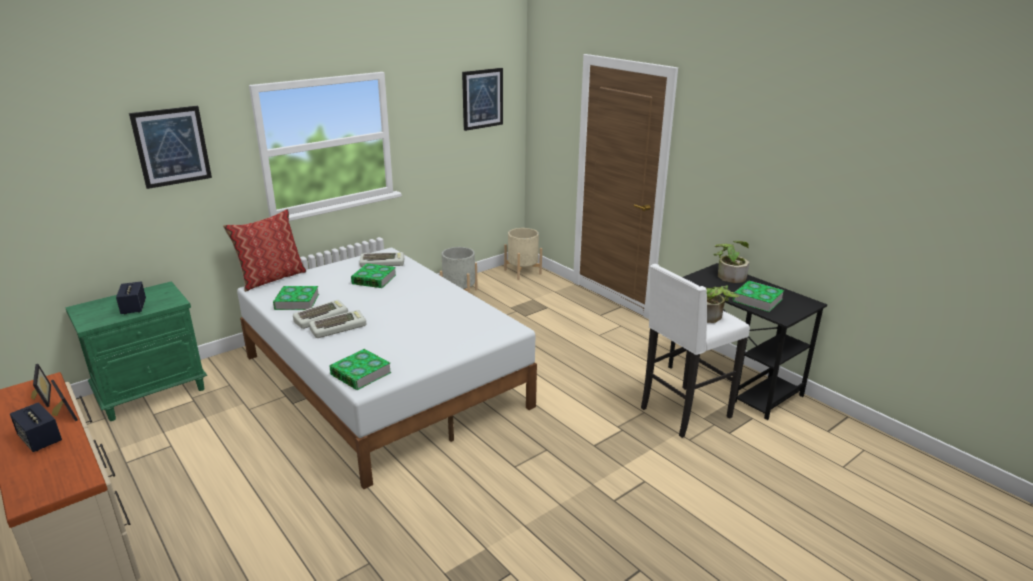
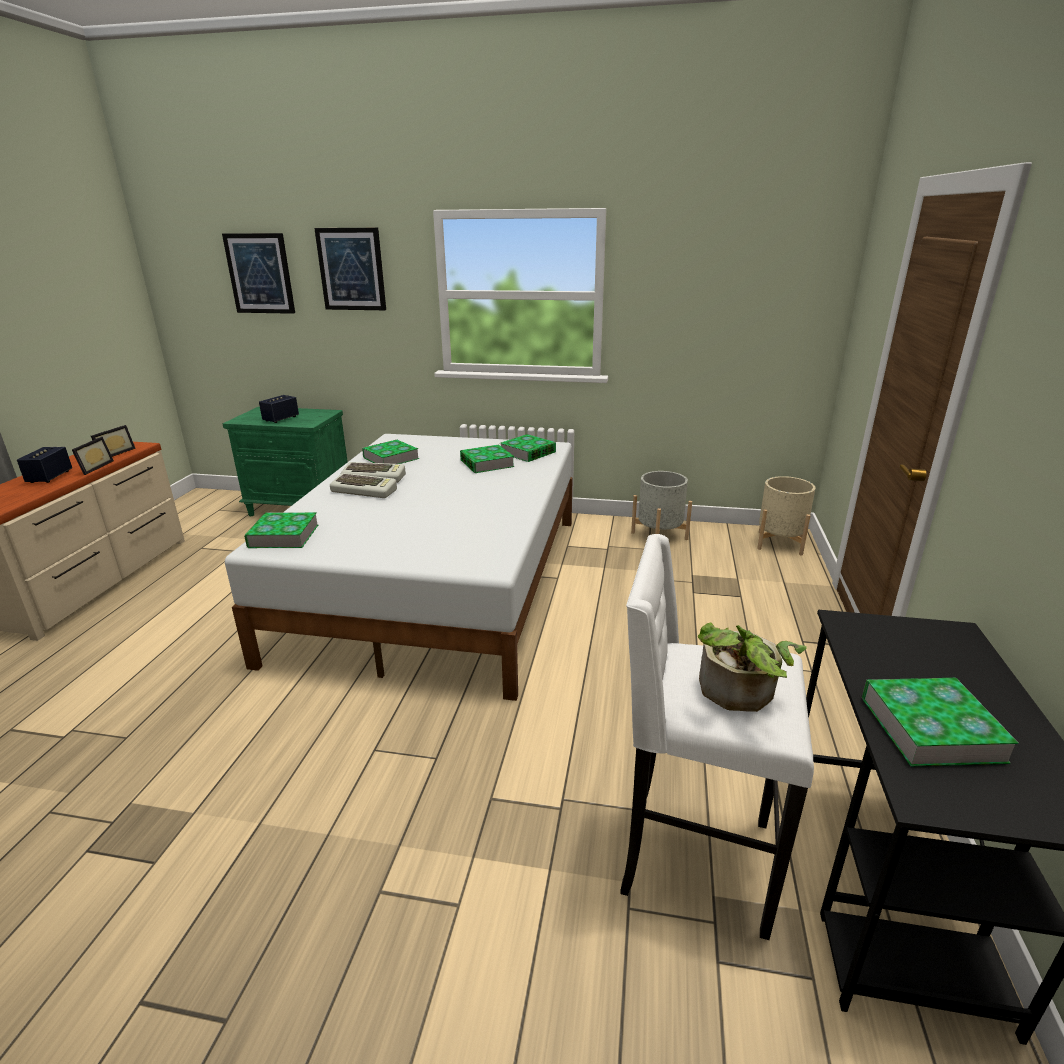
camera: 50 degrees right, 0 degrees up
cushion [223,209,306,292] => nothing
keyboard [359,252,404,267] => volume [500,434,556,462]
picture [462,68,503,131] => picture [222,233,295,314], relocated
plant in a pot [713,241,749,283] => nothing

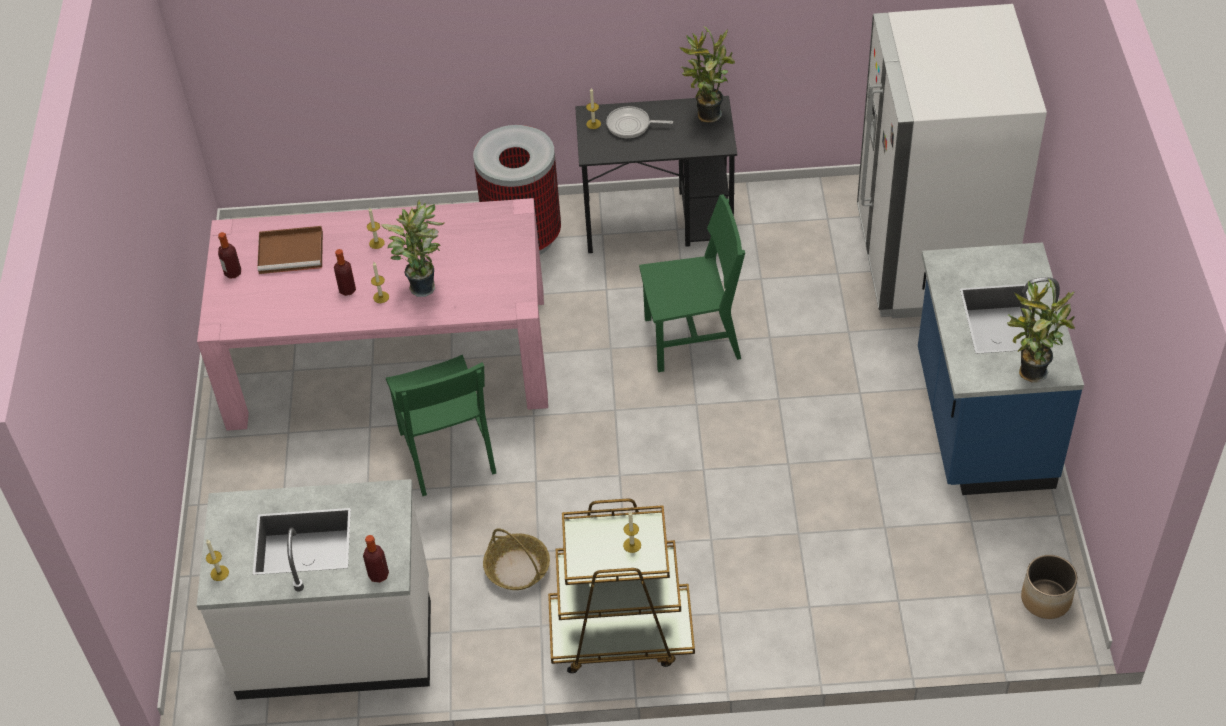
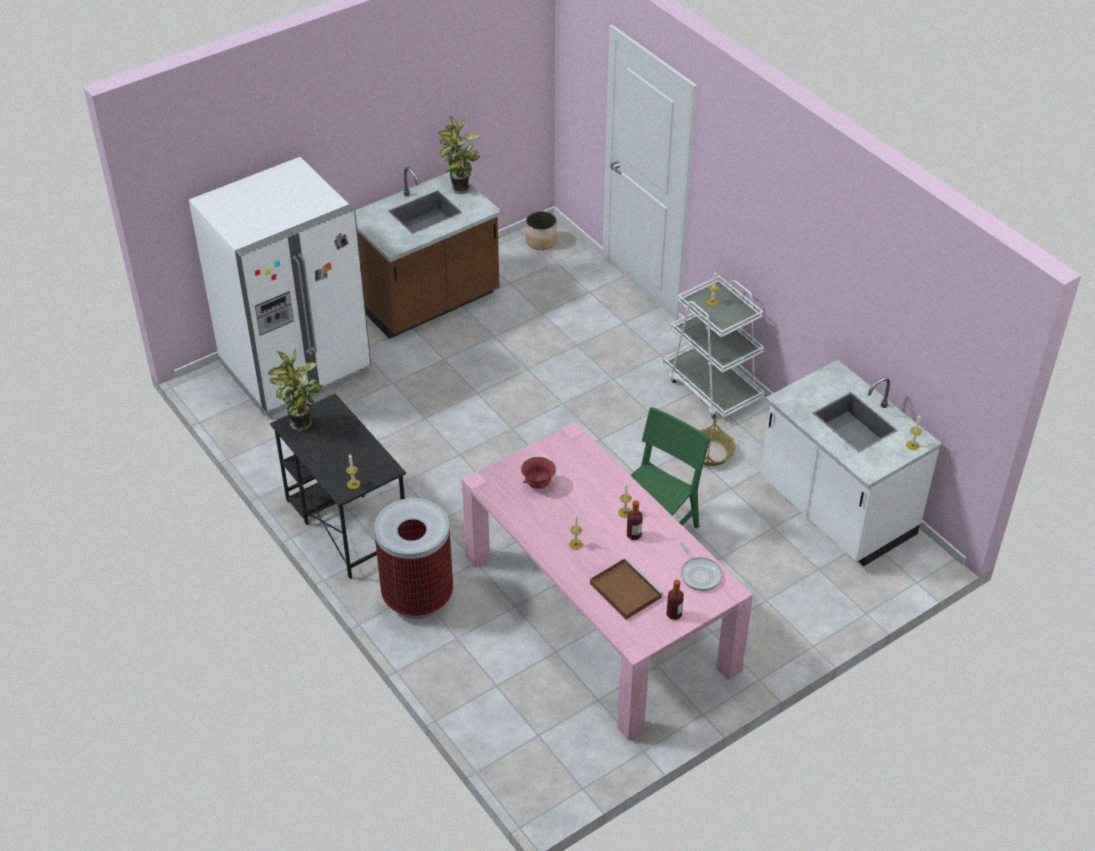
camera: 125 degrees left, 5 degrees down
beverage bottle [363,535,389,583] => nothing
plant in a pot [381,200,445,297] => nothing
trolley (brown) [548,499,695,673] => trolley (whitish) [663,276,765,419]
frying pan [606,106,673,138] => frying pan [680,542,722,591], relocated
chair (green) [639,194,745,372] => nothing
kitchen counter (bluish) [918,242,1084,495] => kitchen counter (brown) [355,167,501,339]
nothing => deep dish (reddish) [521,457,556,489]

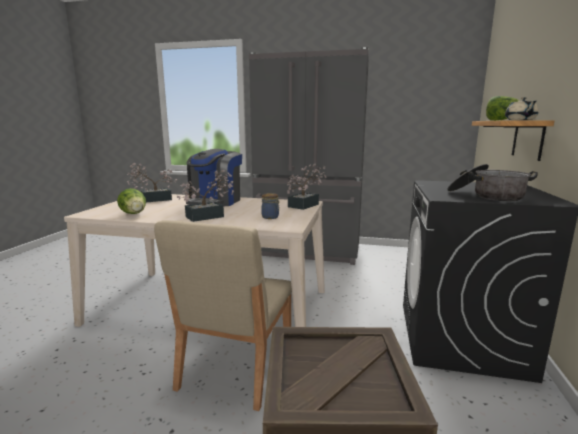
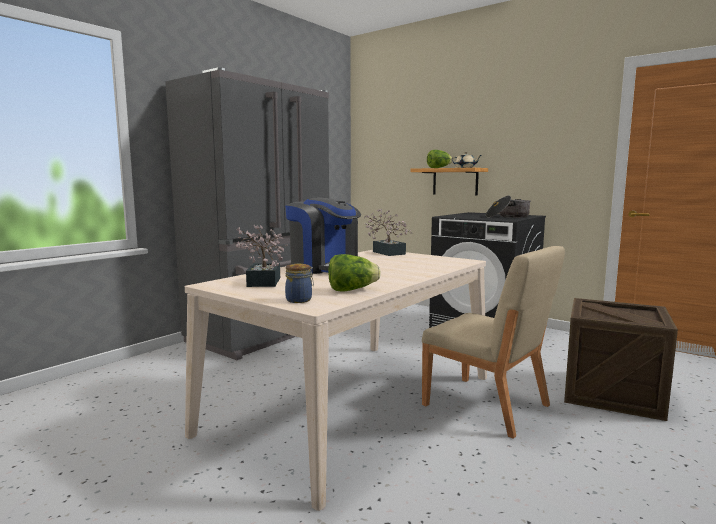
camera: 65 degrees left, 5 degrees down
plant in a pot [177,170,234,222] => nothing
storage jar [261,193,280,219] => storage jar [285,264,314,303], relocated

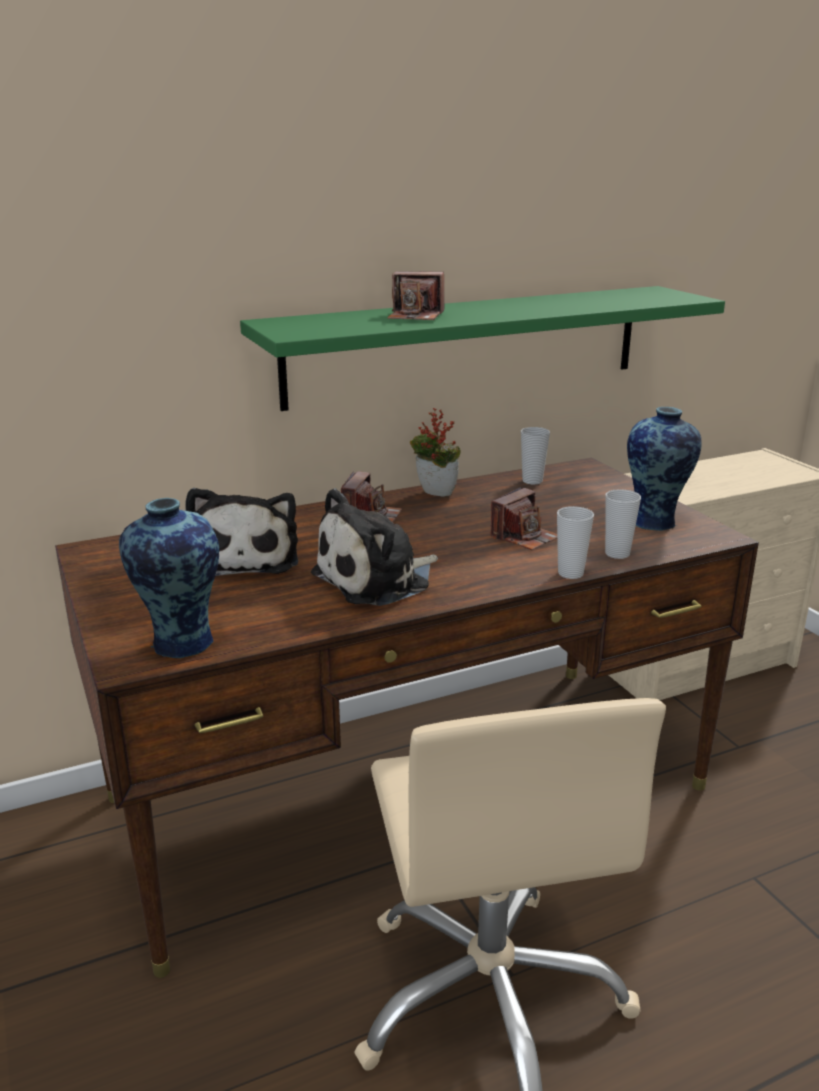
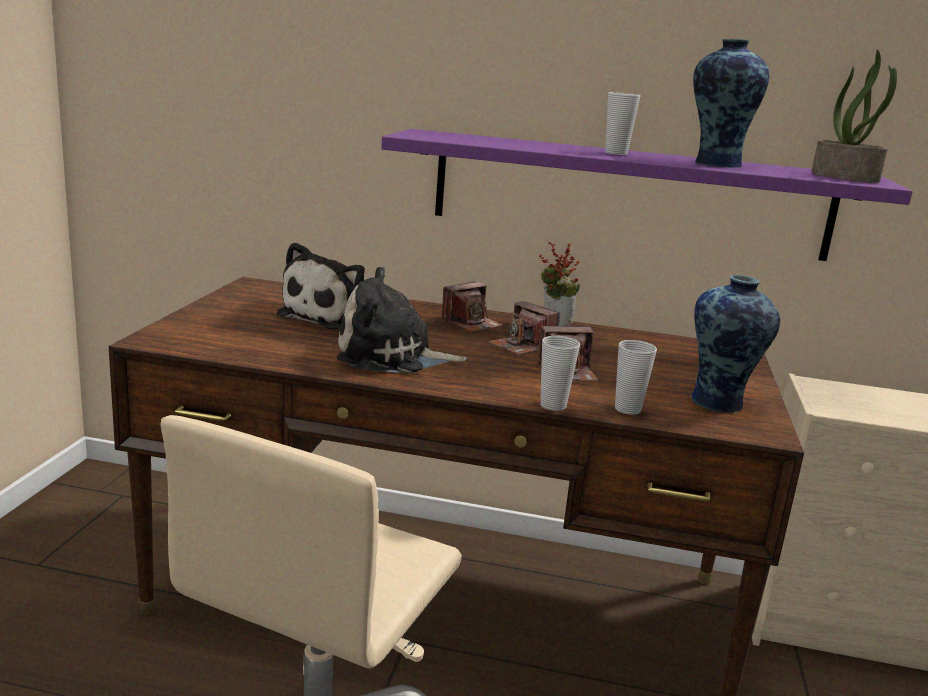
camera: 35 degrees right, 5 degrees down
flower vase [119,498,219,658] => flower vase [693,39,769,167], relocated
bracket shelf (green) [240,286,725,411] => bracket shelf (purple) [381,129,913,261]
photo camera [387,271,445,320] => photo camera [489,301,560,355], relocated
drinking cup [521,427,550,484] => drinking cup [605,92,641,155], relocated
nothing => plant in a pot [811,50,897,183]

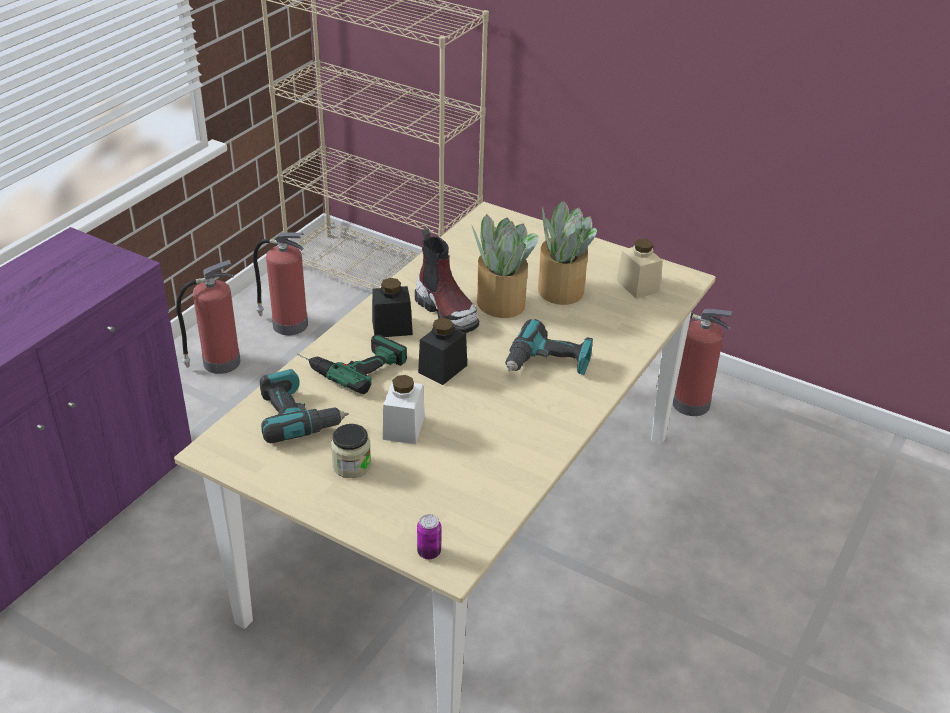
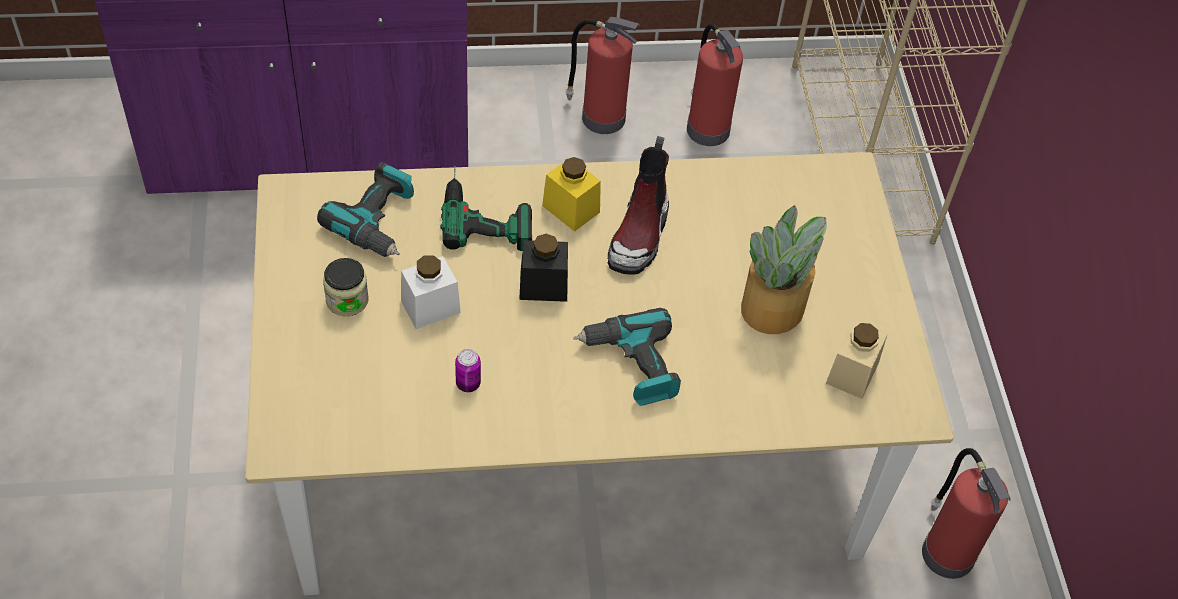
camera: 50 degrees right, 15 degrees up
storage jar (black-coloured) [372,278,413,337] => storage jar (yellow-coloured) [542,157,601,232]
metal can [417,514,441,559] => metal can [455,349,481,392], relocated
plant in a pot [472,214,539,318] => nothing

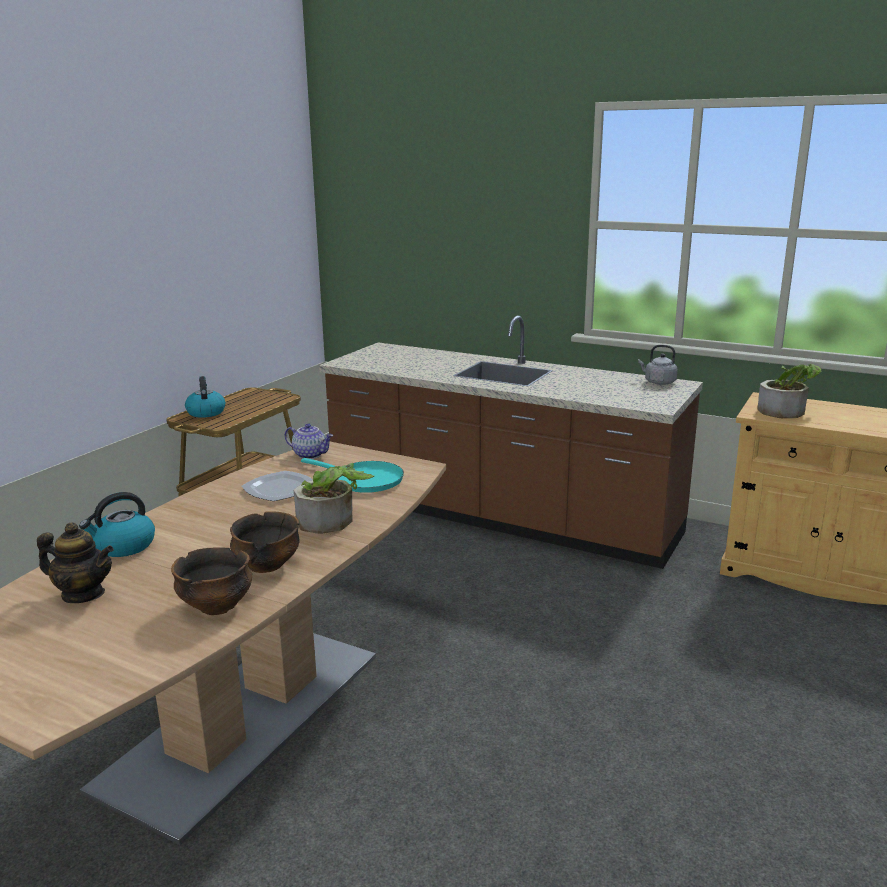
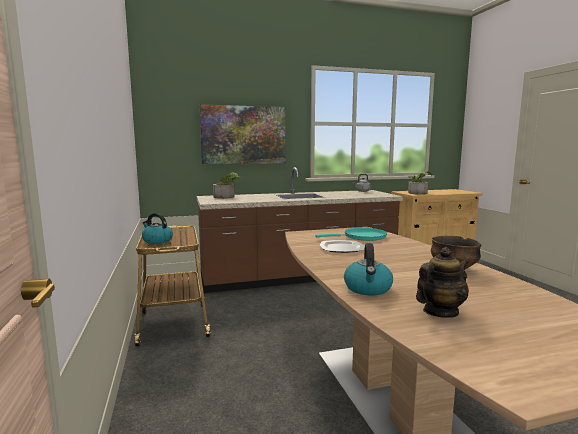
camera: 45 degrees left, 10 degrees down
deep dish [171,547,252,615] => nothing
teapot [285,423,333,459] => nothing
plant in a pot [294,463,374,534] => plant in a pot [213,172,240,199], relocated
nothing => picture [200,104,285,164]

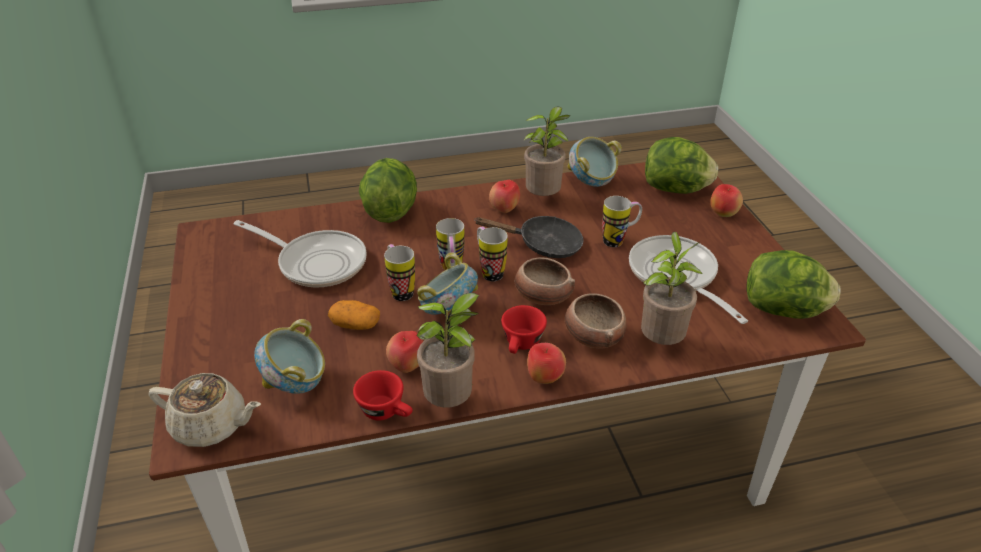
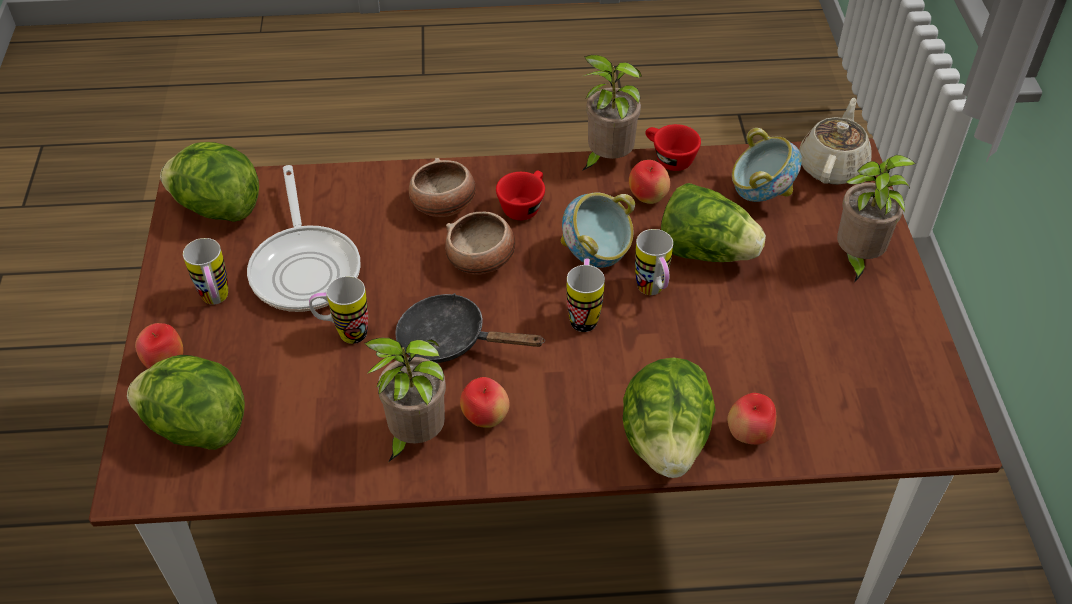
camera: 170 degrees left, 10 degrees up
teapot (beige) [149,373,261,447] => teapot (beige) [799,98,872,185], 90 degrees clockwise
frying pan [234,220,367,287] => nothing
potato [328,300,380,330] => lettuce [661,183,766,262]
mug [477,227,508,281] => mug [183,238,228,305], relocated
apple [527,343,566,384] => apple [728,393,776,445], relocated
deep dish [568,137,622,187] => nothing
plant in a pot [641,232,703,345] => plant in a pot [837,155,915,283], relocated

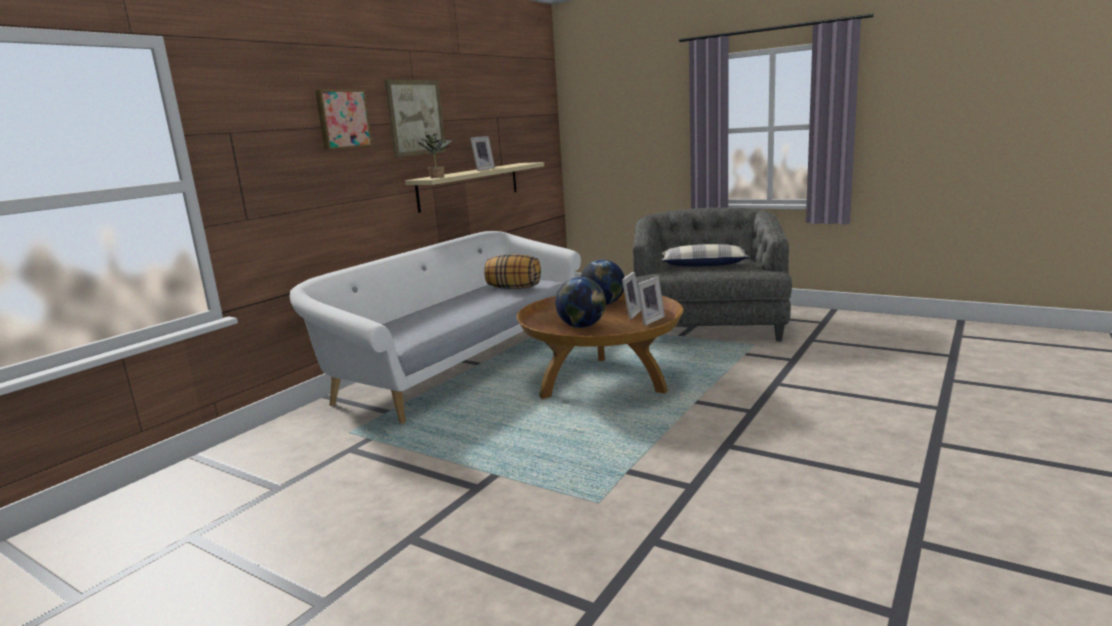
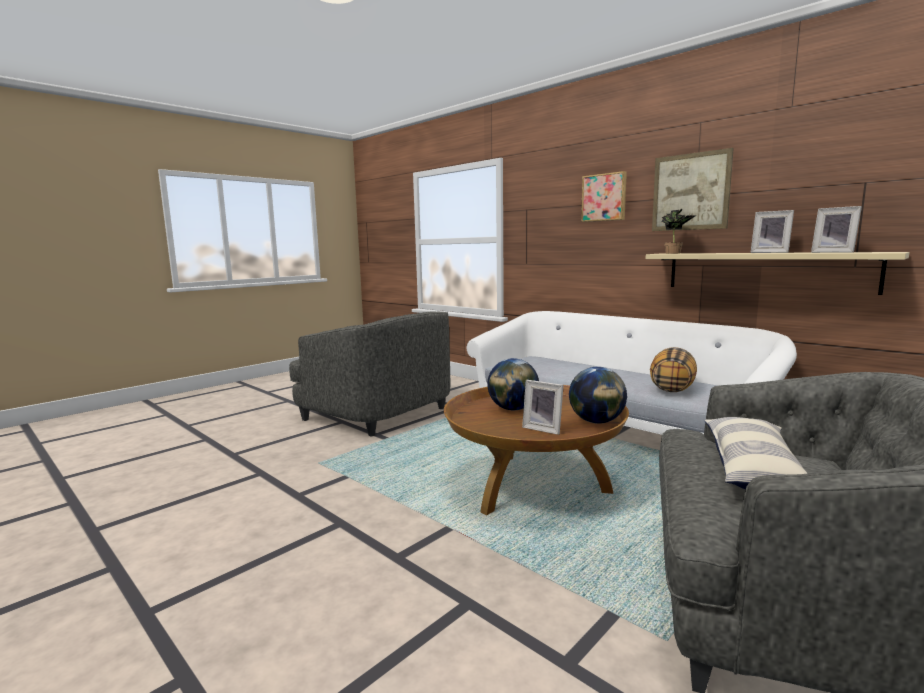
camera: 100 degrees right, 5 degrees down
standing frame [637,276,665,326] => standing frame [811,206,862,253], relocated
nothing => armchair (greyish) [289,311,450,437]

